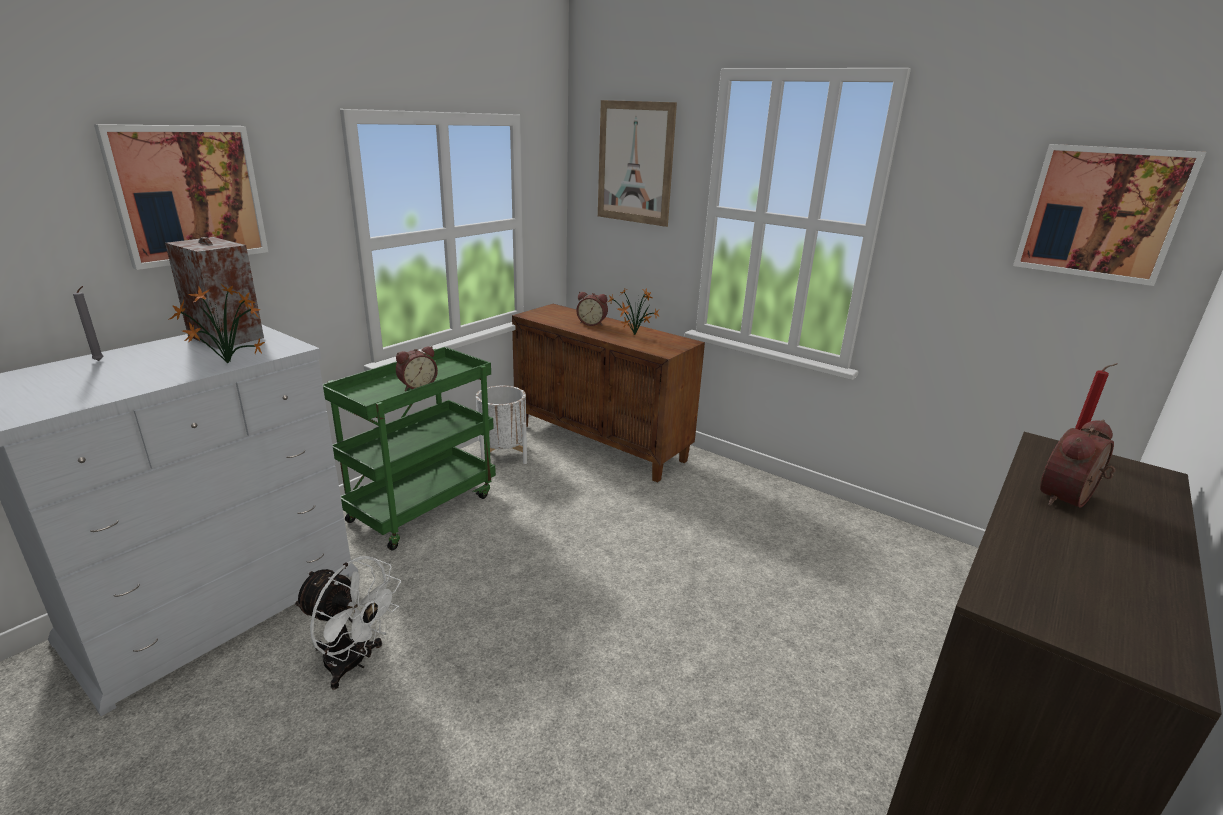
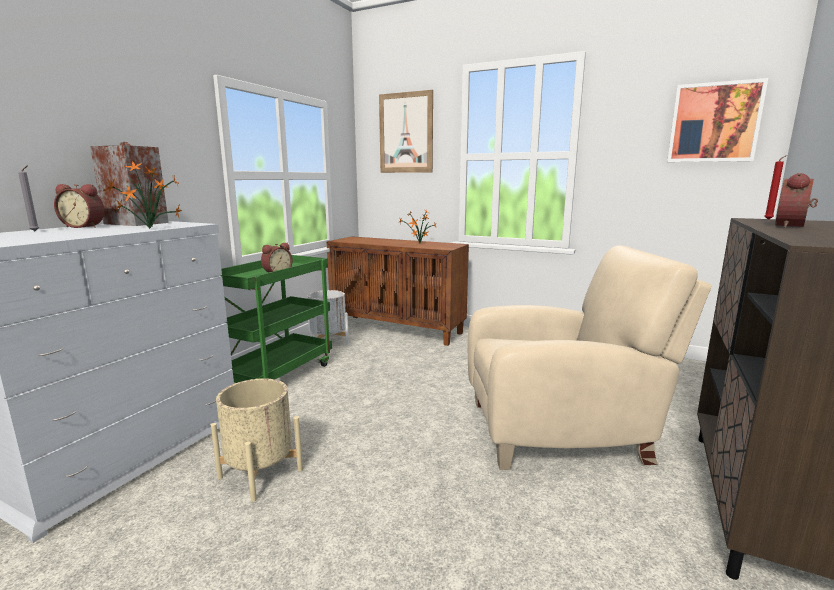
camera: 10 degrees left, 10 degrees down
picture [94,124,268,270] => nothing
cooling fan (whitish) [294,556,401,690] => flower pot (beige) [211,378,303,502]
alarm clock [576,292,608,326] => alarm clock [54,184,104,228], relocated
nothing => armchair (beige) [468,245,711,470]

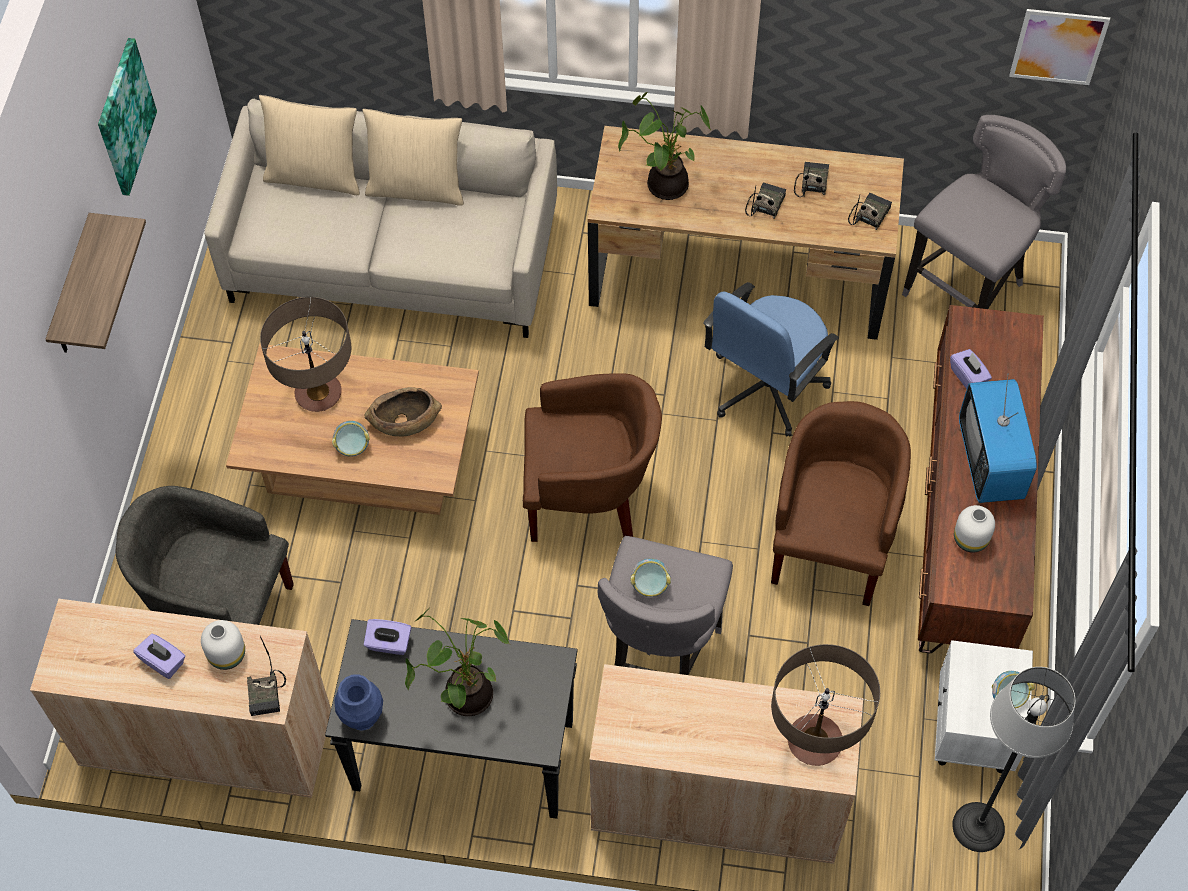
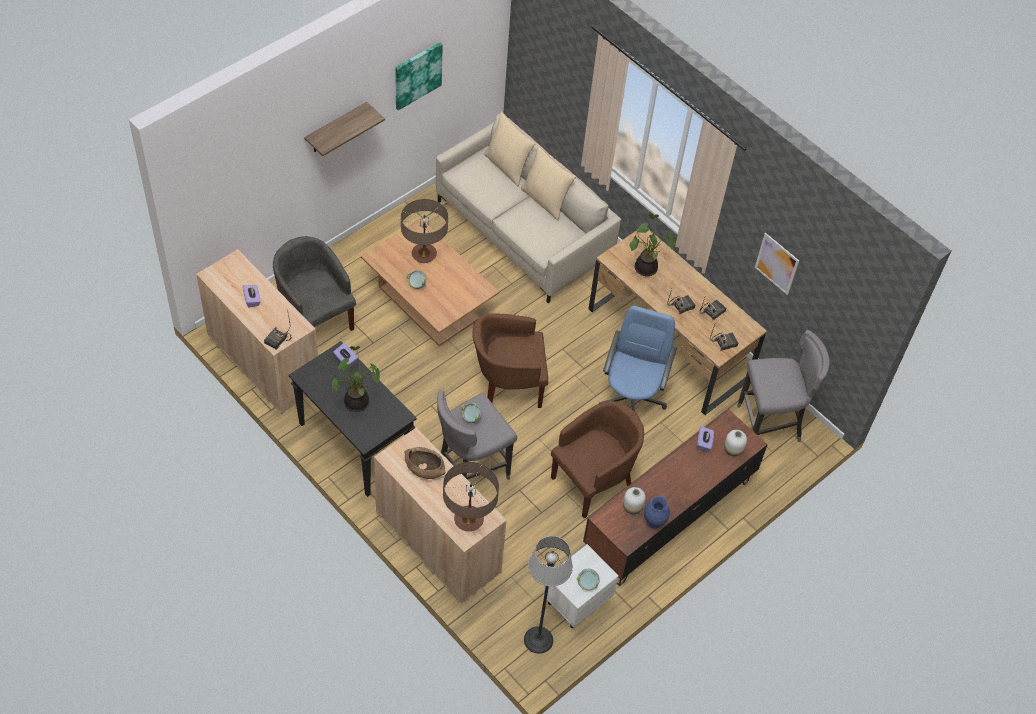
camera: 35 degrees right, 5 degrees down
flower vase (whitish) [201,620,245,670] => flower vase (whitish) [724,430,747,456], relocated
flower vase (bluish) [334,674,383,731] => flower vase (bluish) [644,496,670,529], relocated
deep dish (brown) [364,387,442,436] => deep dish (brown) [405,447,445,479], relocated
armchair (brown) [523,373,662,542] => armchair (brown) [472,314,548,408], 135 degrees clockwise
office chair (bluish) [704,282,839,436] => office chair (bluish) [599,306,677,412], 120 degrees clockwise
TV [959,374,1037,503] => nothing
picture [1009,9,1110,85] => picture [755,233,799,295], relocated

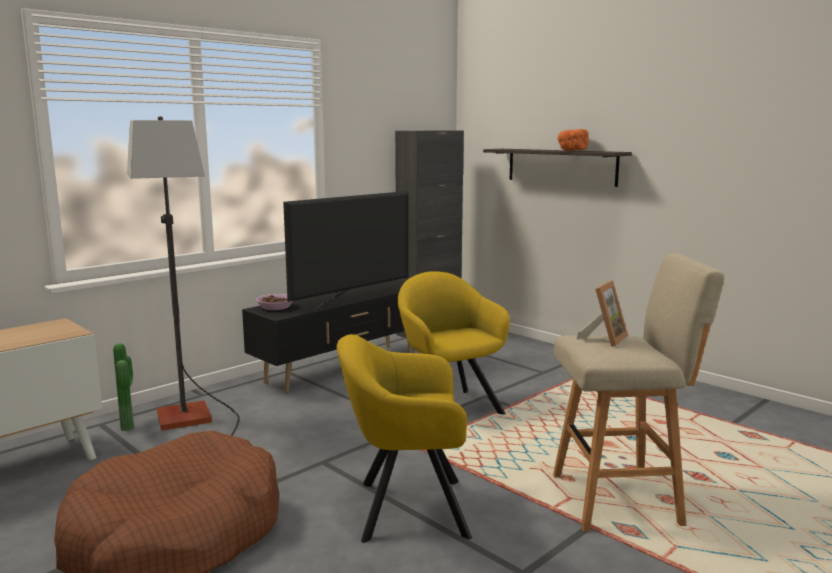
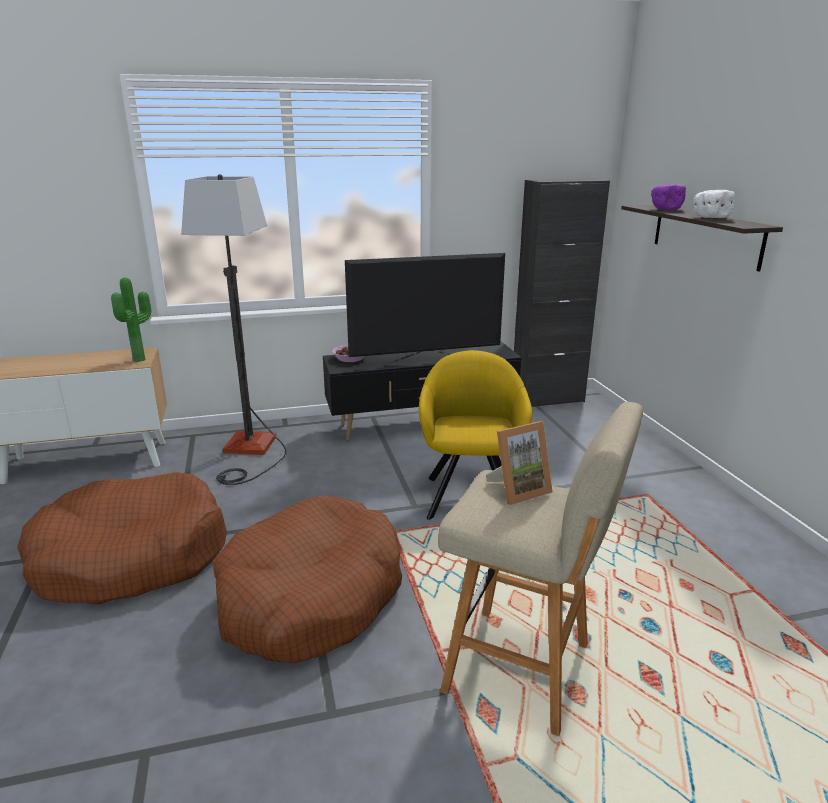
camera: 30 degrees right, 10 degrees up
plant in a pot [113,343,134,431] => plant in a pot [111,278,151,362], relocated
armchair (yellow-coloured) [337,334,472,543] => dog cushion (brown) [213,495,402,663]
deep dish (orange-coloured) [558,129,589,151] => deep dish (whitish) [693,190,735,218]
nothing => deep dish (purple) [651,184,686,210]

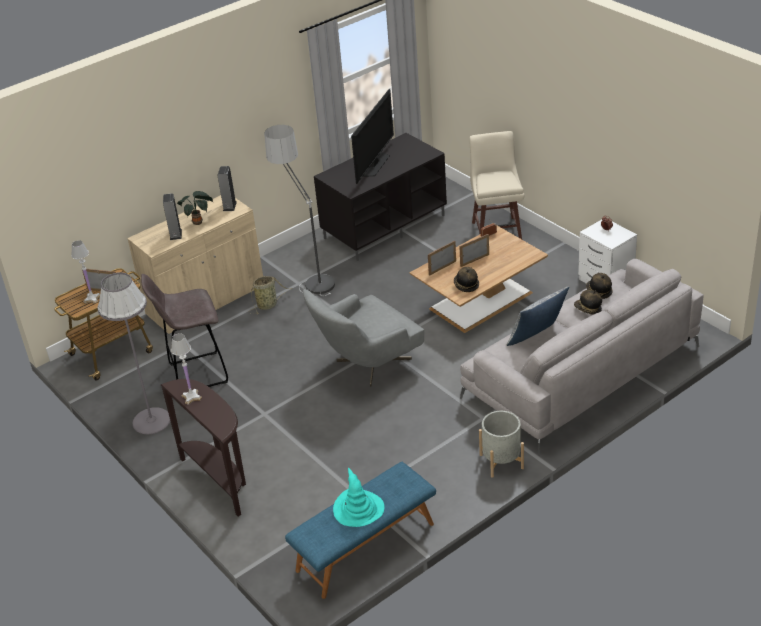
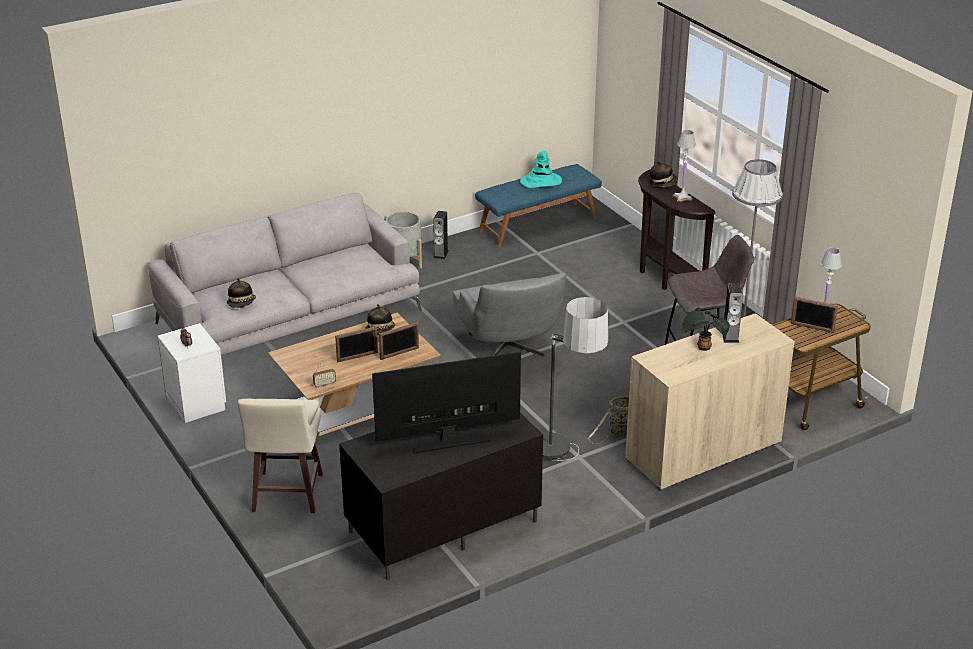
camera: 175 degrees left, 5 degrees down
speaker [217,166,237,211] => speaker [433,211,449,259], relocated
armchair (greyish) [303,289,424,386] => armchair (greyish) [453,273,566,356], 105 degrees clockwise
TV [351,88,394,184] => TV [372,351,521,454], 45 degrees clockwise
cushion [507,287,569,346] => nothing
hat [574,290,602,315] => hat [649,161,678,187], relocated

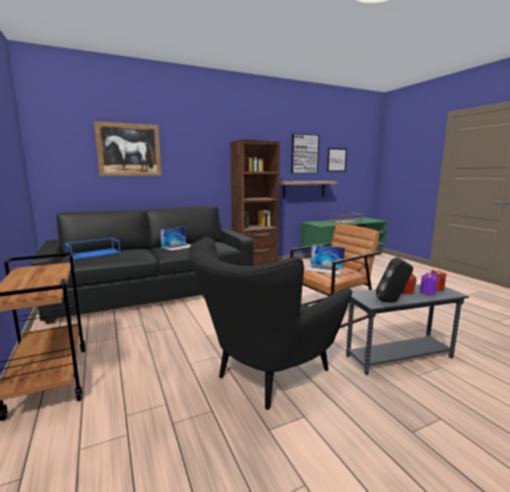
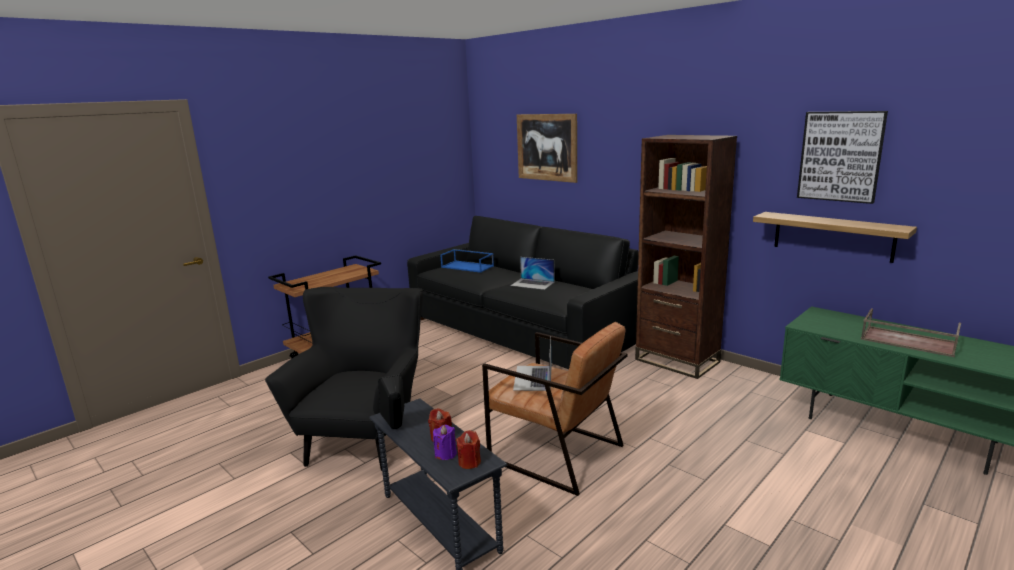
camera: 70 degrees right, 5 degrees up
armchair (black-coloured) [188,237,353,410] => armchair (black-coloured) [265,287,423,472], 75 degrees clockwise
picture [327,148,347,172] => nothing

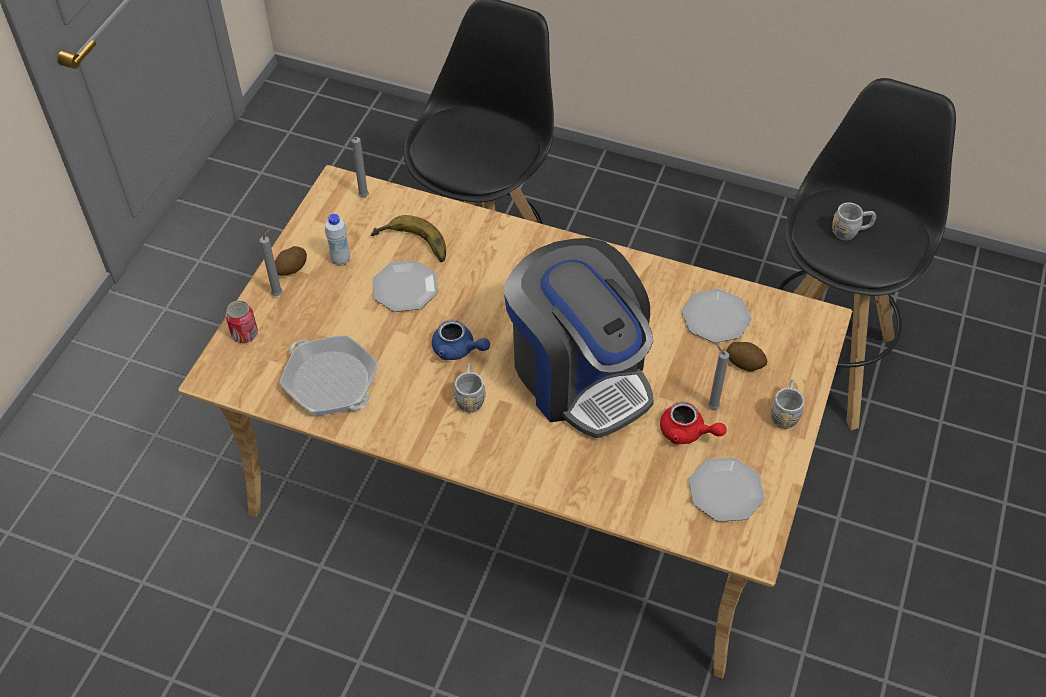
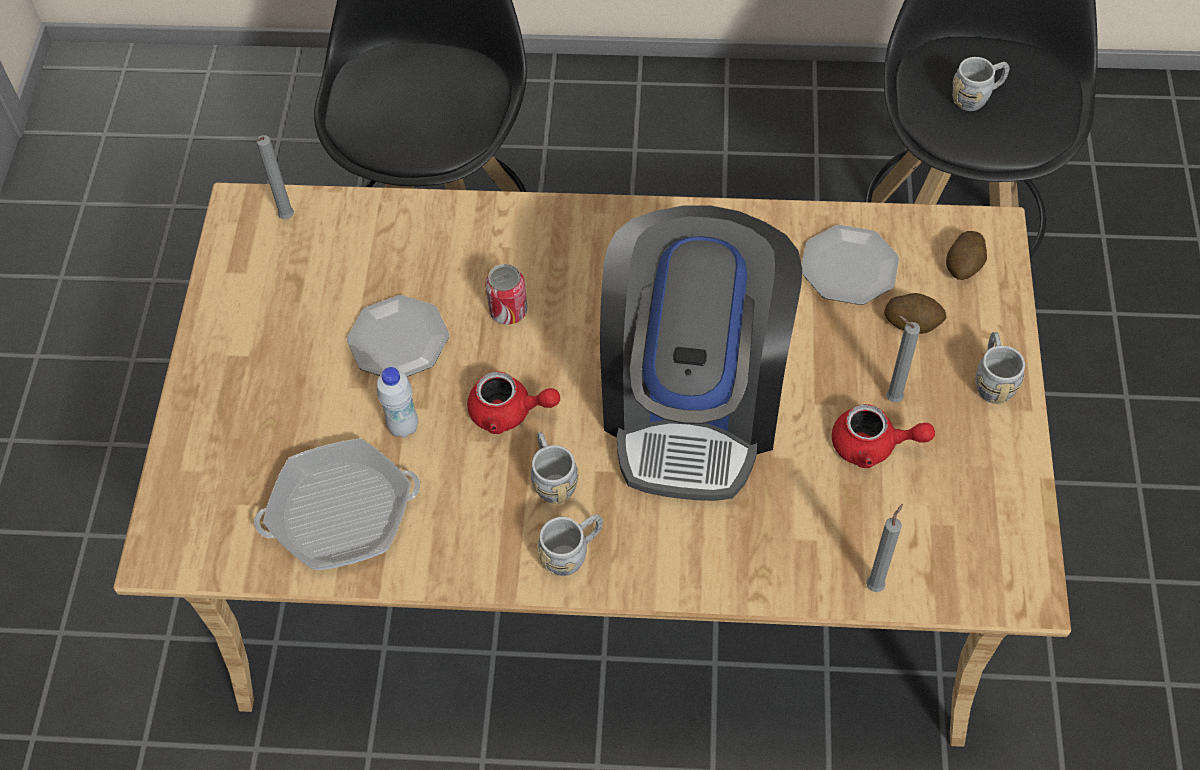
camera: 15 degrees left, 5 degrees up
metal can [225,300,258,343] => metal can [485,264,528,325], relocated
candle (greyish) [259,228,282,296] => candle (greyish) [866,504,903,592], relocated
potato [275,246,307,276] => potato [946,231,987,280], relocated
frying pan [280,335,378,416] => frying pan [254,438,420,570], 45 degrees counterclockwise
beverage bottle (whitish) [325,214,350,266] => beverage bottle (whitish) [377,367,418,438], relocated
banana fruit [371,215,446,262] => nothing
teapot (bluish) [432,320,490,360] => teapot (reddish) [467,372,560,434]
coffee brewer [504,238,654,438] => coffee brewer [600,206,802,501], 60 degrees clockwise
flat dish [689,458,765,522] => nothing
nothing => mug (greyish) [537,514,603,576]

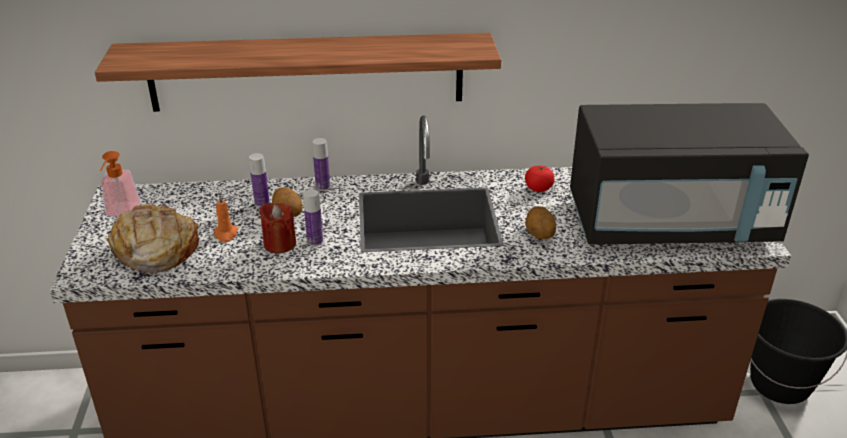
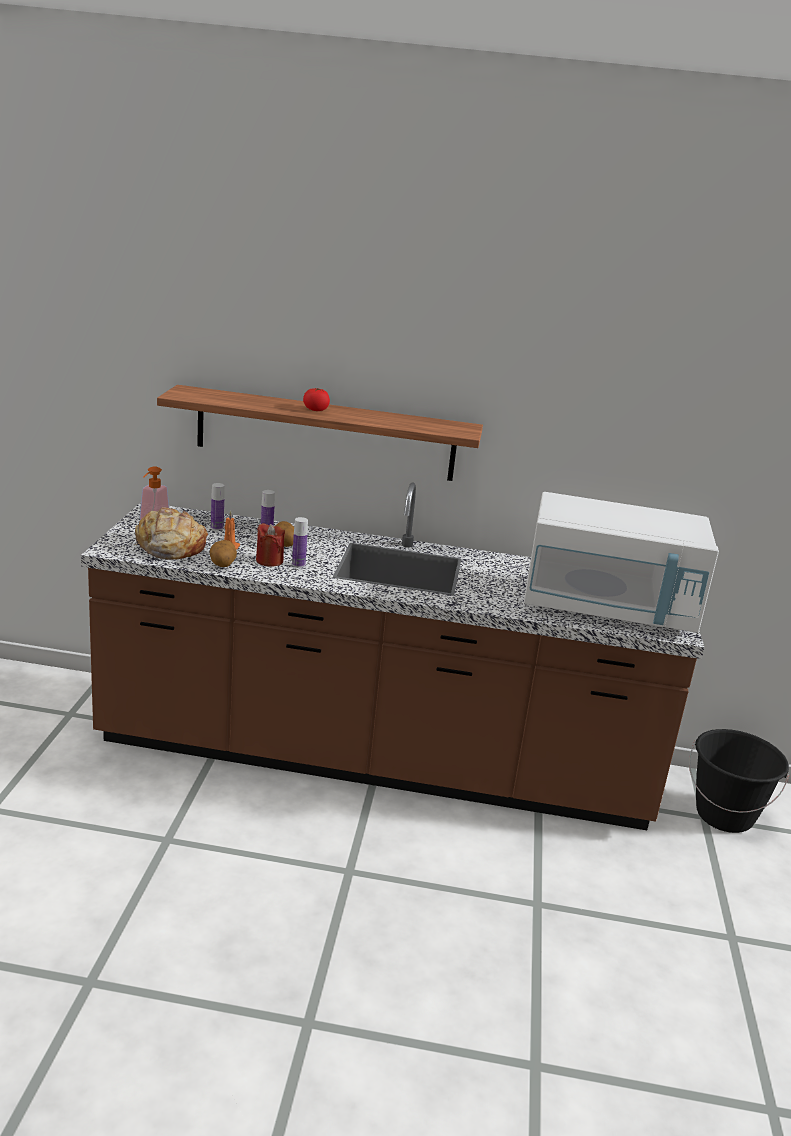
camera: 10 degrees right, 10 degrees down
beverage bottle [312,138,330,191] => beverage bottle [211,483,224,530], relocated
fresh tomato [525,166,554,192] => fresh tomato [303,388,330,411], relocated
potato [525,206,556,239] => potato [210,540,237,567], relocated
kitchen microwave (black-coloured) [570,103,809,245] => kitchen microwave (whitish) [524,492,719,633]

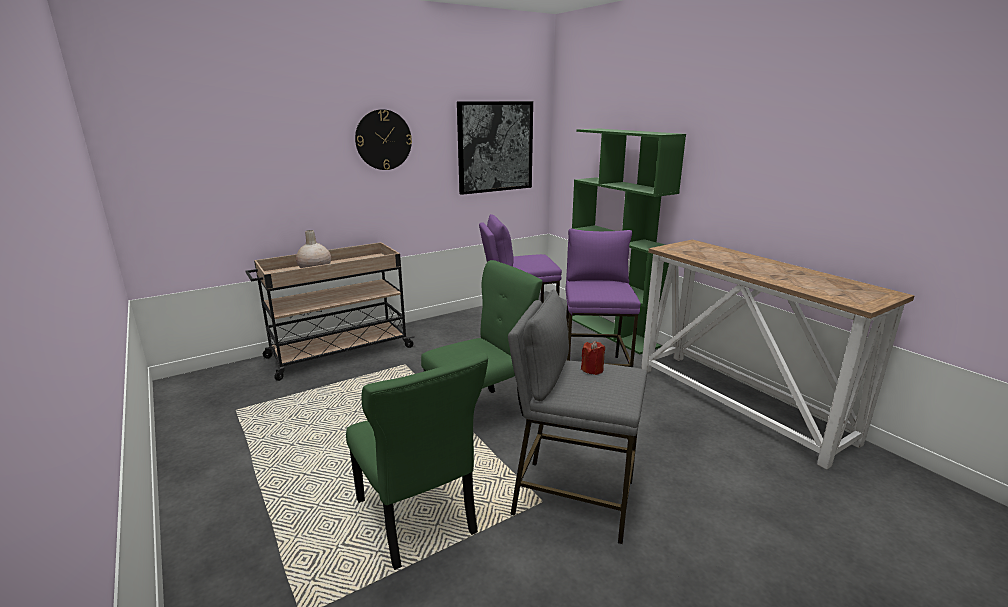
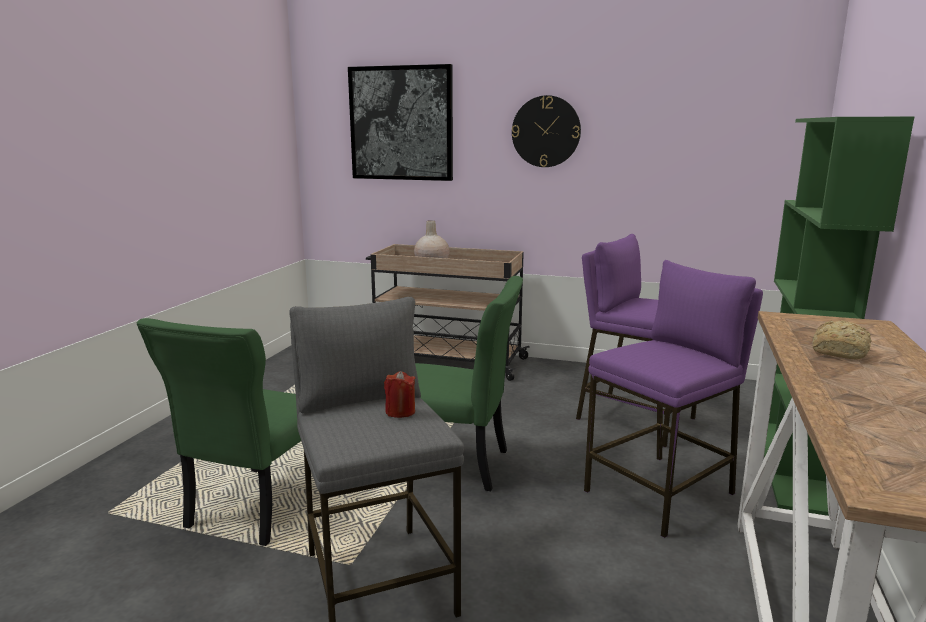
camera: 50 degrees right, 5 degrees down
picture [457,101,533,195] => picture [348,64,453,181], relocated
nothing => bakery bread [812,320,871,360]

